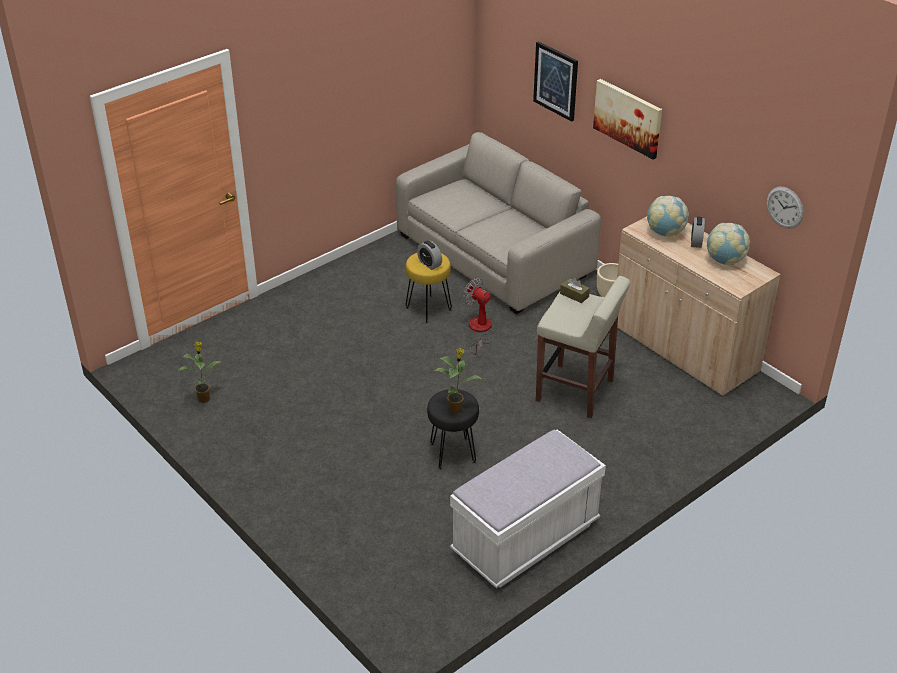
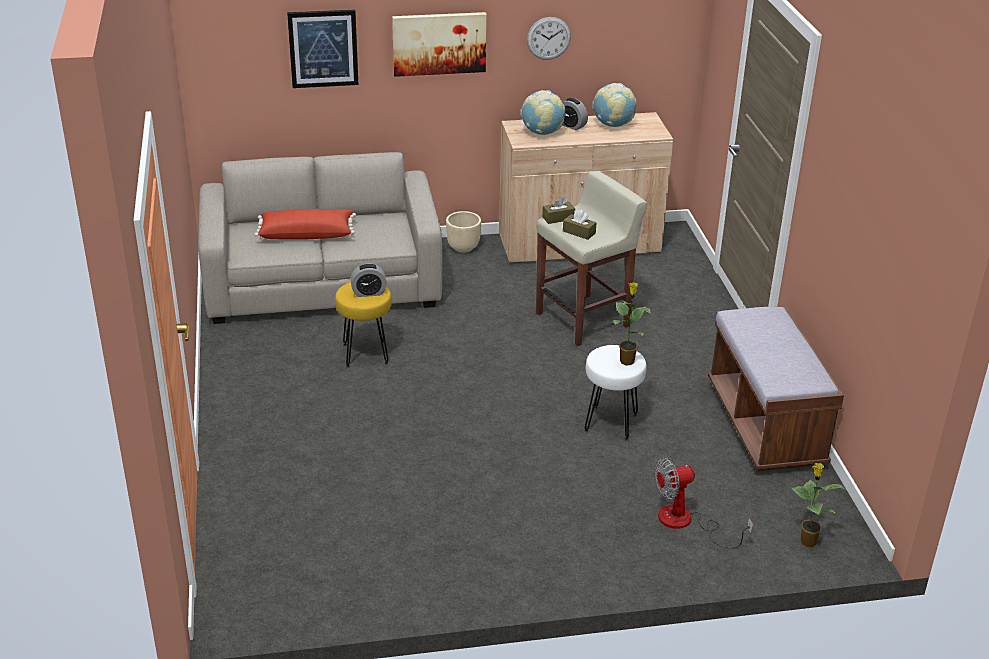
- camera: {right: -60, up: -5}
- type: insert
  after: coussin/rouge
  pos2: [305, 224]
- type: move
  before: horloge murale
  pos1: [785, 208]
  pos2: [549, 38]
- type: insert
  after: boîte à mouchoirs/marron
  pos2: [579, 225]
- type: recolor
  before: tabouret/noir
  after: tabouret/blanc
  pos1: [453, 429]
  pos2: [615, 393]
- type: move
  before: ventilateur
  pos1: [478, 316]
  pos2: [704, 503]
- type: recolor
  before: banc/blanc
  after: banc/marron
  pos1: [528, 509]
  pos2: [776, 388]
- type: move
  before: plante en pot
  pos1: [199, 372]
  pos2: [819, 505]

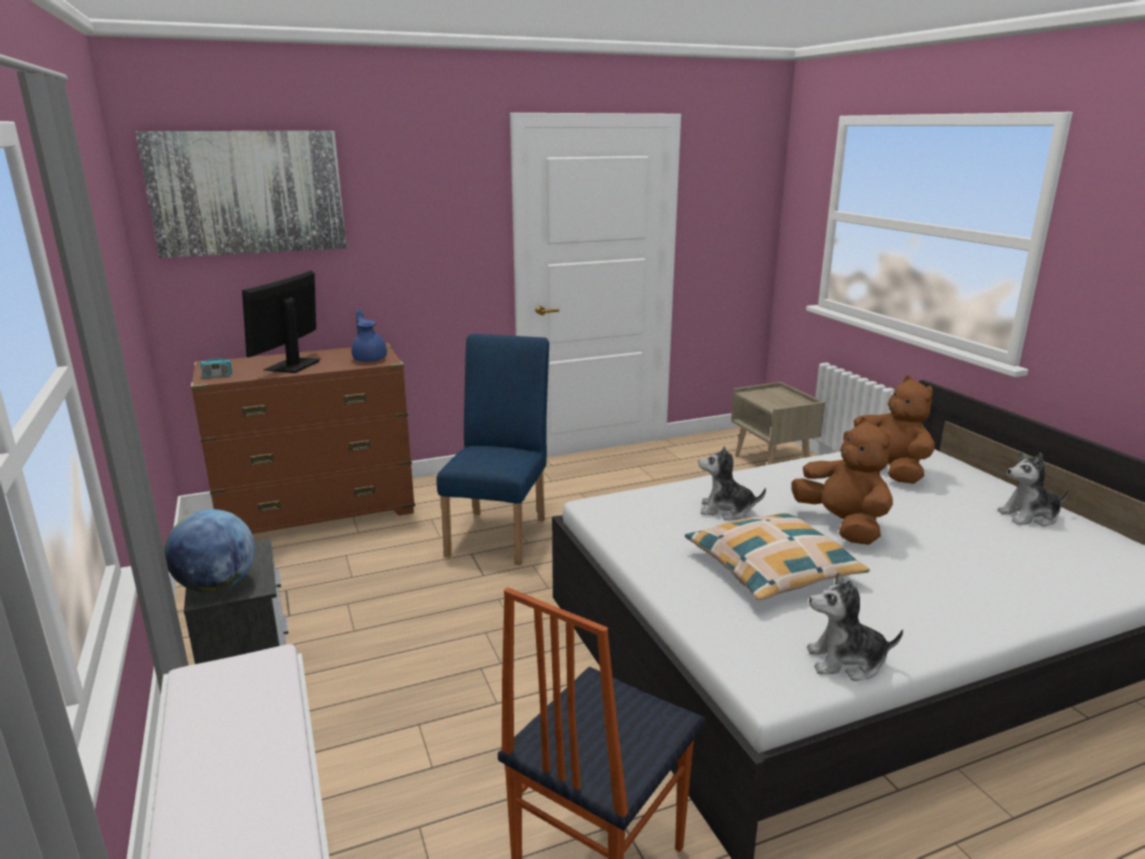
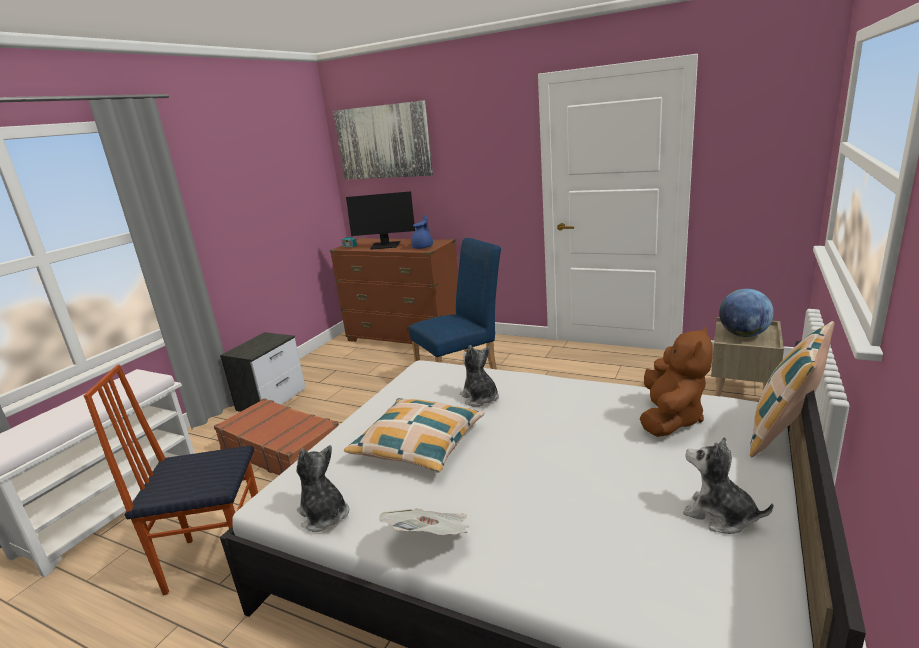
- camera: {right: 50, up: 0}
- type: insert
  after: valise/marron
  pos2: [276, 436]
- type: rotate
  before: écran d'ordinateur
  pos1: [282, 321]
  pos2: [380, 220]
  turn: -150
- type: insert
  after: journal
  pos2: [424, 521]
- type: move
  before: globe
  pos1: [209, 551]
  pos2: [746, 313]
- type: insert
  after: coussin
  pos2: [792, 389]
- type: delete
  before: peluche/marron
  pos1: [842, 481]

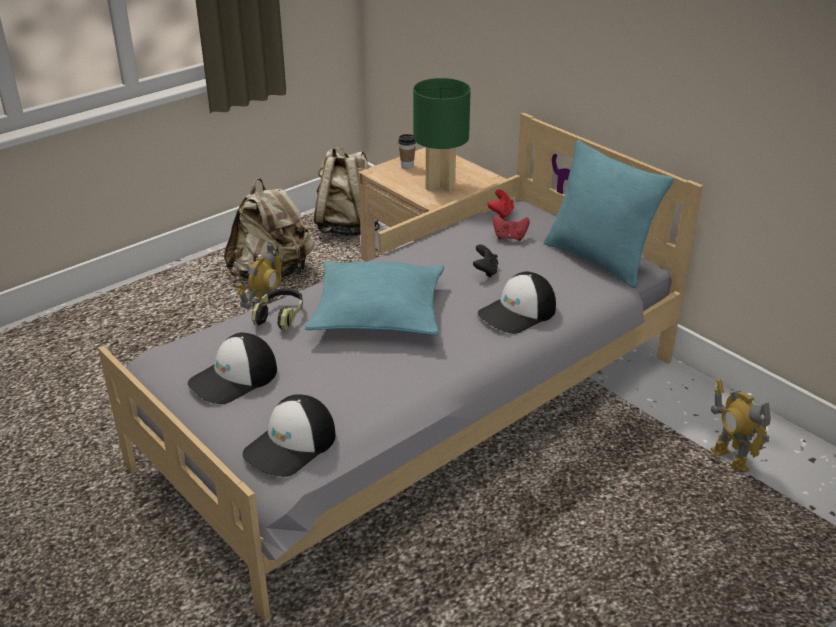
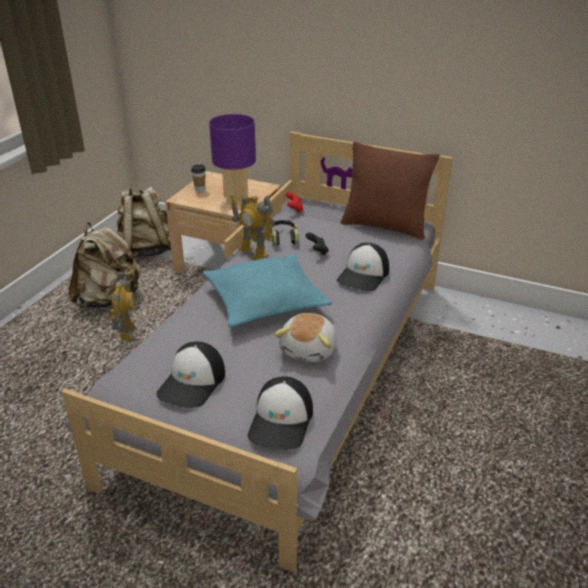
- camera: {right: -25, up: 0}
- type: recolor
  before: lampe de table/vert
  after: lampe de table/violet
  pos1: [442, 135]
  pos2: [232, 159]
- type: move
  before: robot jouet
  pos1: [741, 425]
  pos2: [252, 227]
- type: move
  before: casque audio
  pos1: [277, 309]
  pos2: [285, 233]
- type: insert
  after: peluche
  pos2: [305, 337]
- type: recolor
  before: coussin/turquoise
  after: coussin/marron
  pos1: [608, 214]
  pos2: [390, 191]
- type: delete
  before: manette/rouge
  pos1: [511, 228]

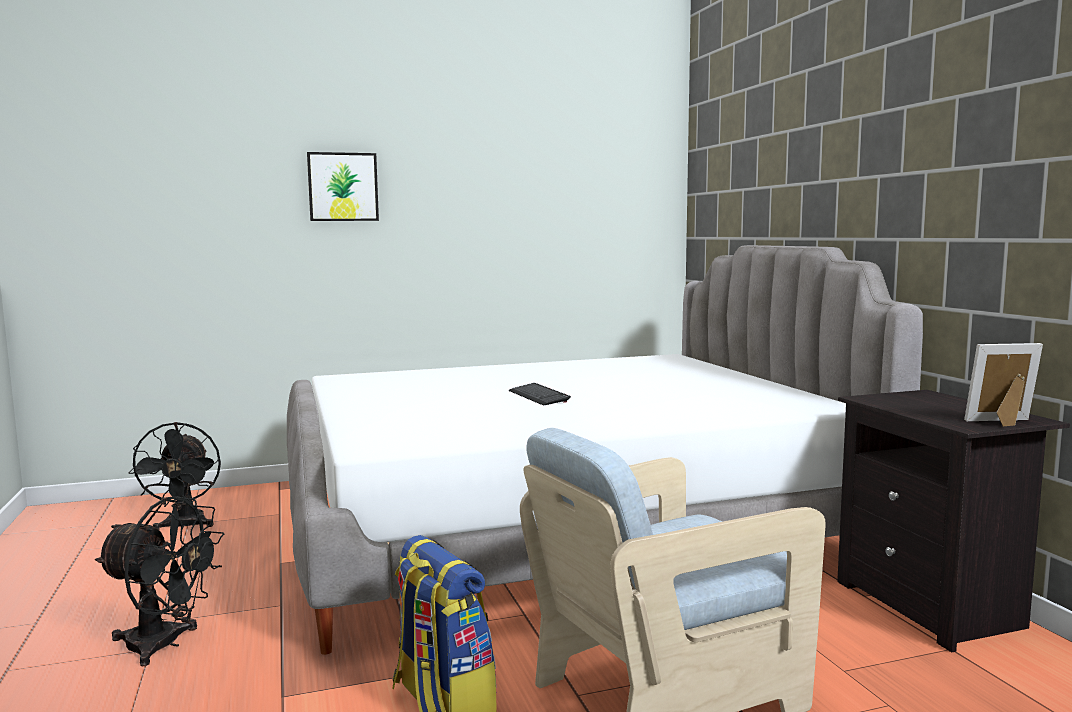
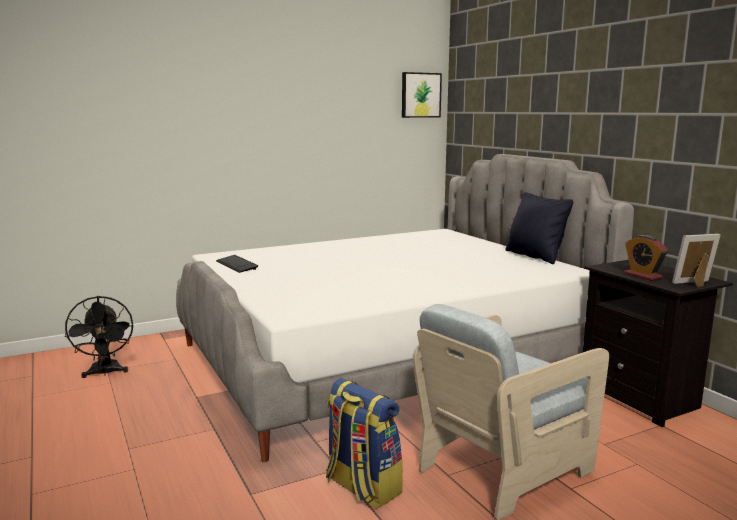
- camera: {right: -10, up: 5}
- type: move
  before: clavier
  pos1: [540, 394]
  pos2: [237, 264]
- type: move
  before: tableau
  pos1: [343, 186]
  pos2: [422, 95]
- type: insert
  after: coussin/noir
  pos2: [539, 228]
- type: insert
  after: réveil
  pos2: [646, 258]
- type: delete
  before: ventilateur/noir
  pos1: [159, 581]

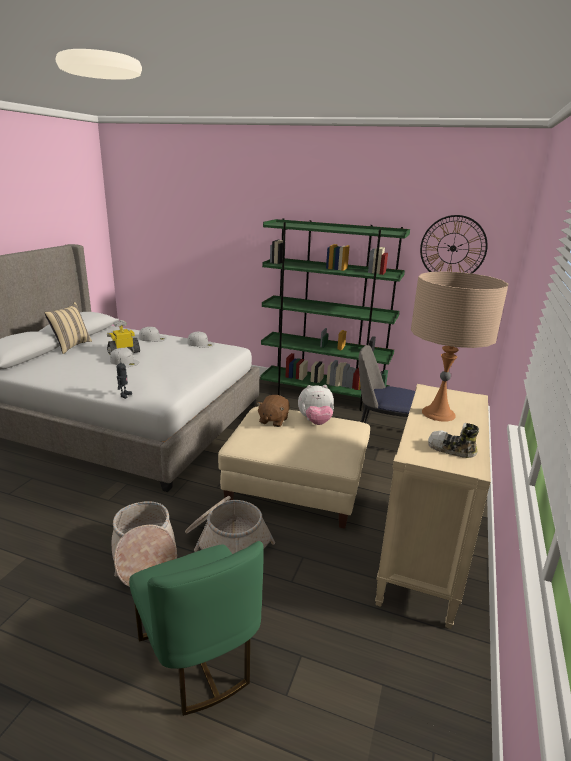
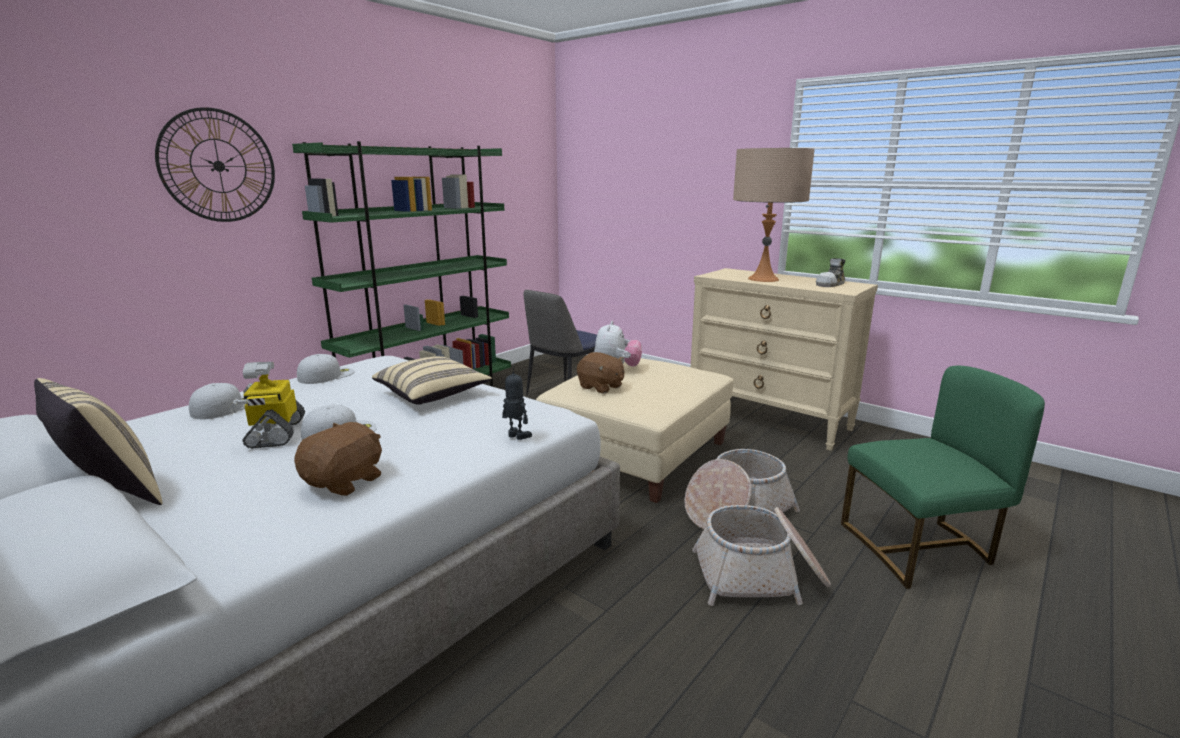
- camera: {right: -70, up: -5}
- type: move
  before: horloge murale
  pos1: [454, 244]
  pos2: [215, 164]
- type: insert
  after: peluche/marron
  pos2: [338, 459]
- type: insert
  after: coussin/beige
  pos2: [432, 380]

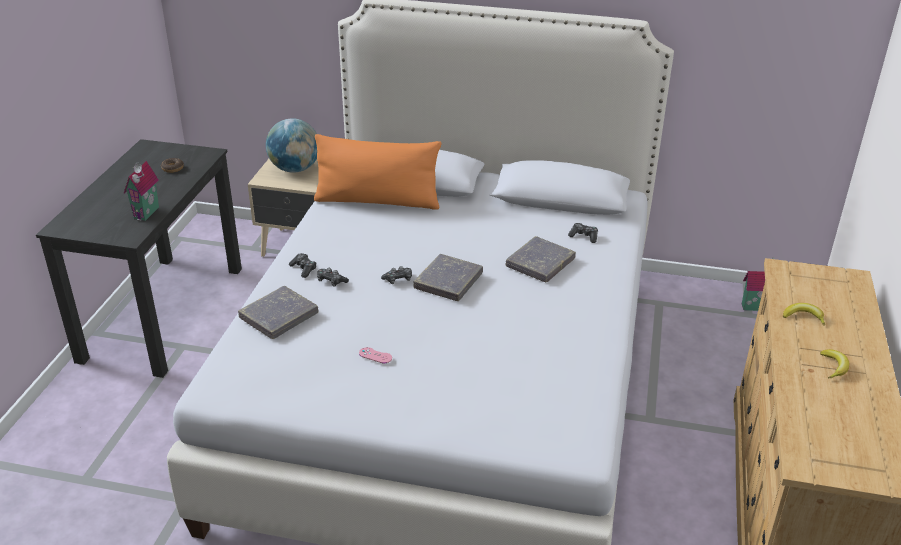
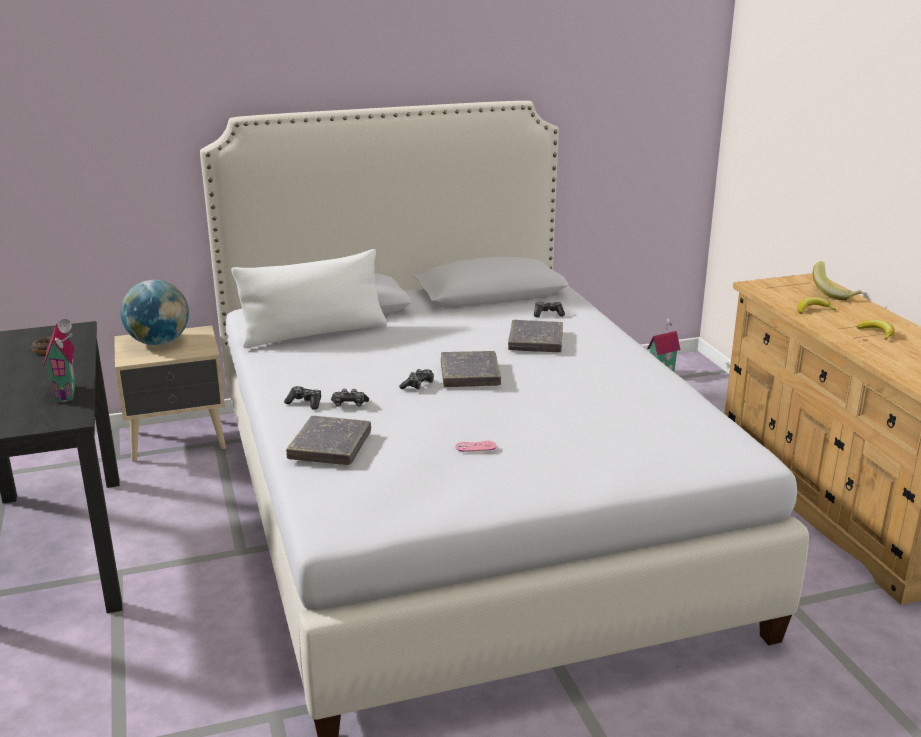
- camera: {right: -30, up: -10}
- type: recolor
  before: coussin/orange
  after: coussin/blanc
  pos1: [378, 172]
  pos2: [309, 298]
- type: insert
  after: banane
  pos2: [838, 280]

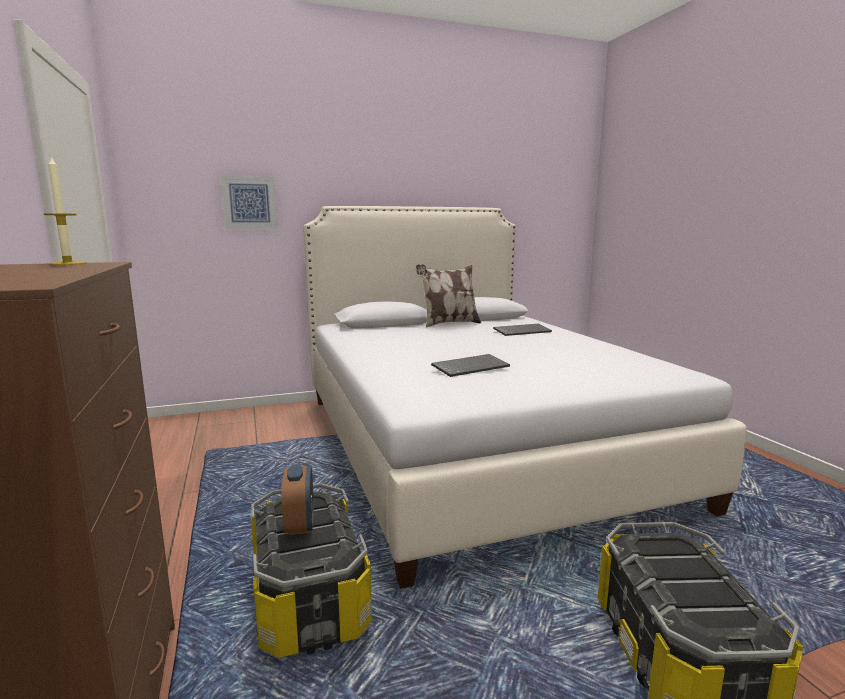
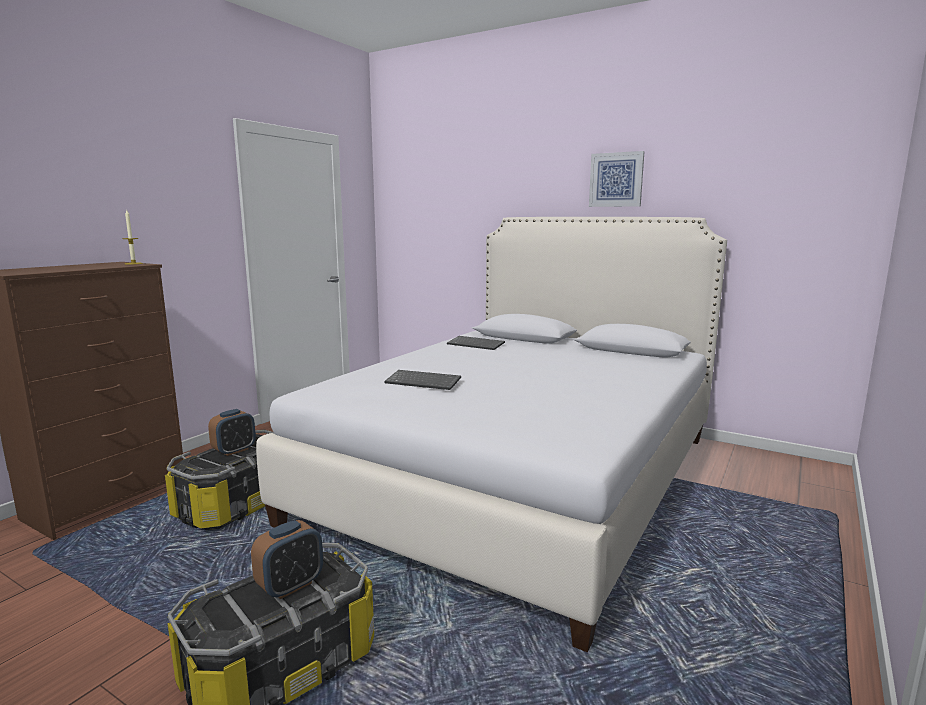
- camera: {right: 50, up: 0}
- type: insert
  after: réveil
  pos2: [287, 559]
- type: move
  before: clavier
  pos1: [522, 330]
  pos2: [476, 343]
- type: move
  before: tableau
  pos1: [248, 202]
  pos2: [617, 179]
- type: delete
  before: coussin
  pos1: [448, 296]

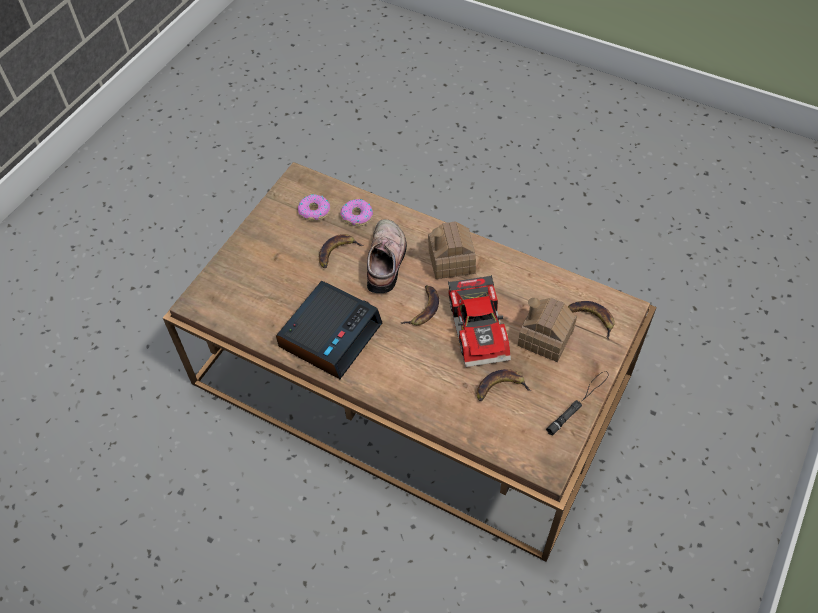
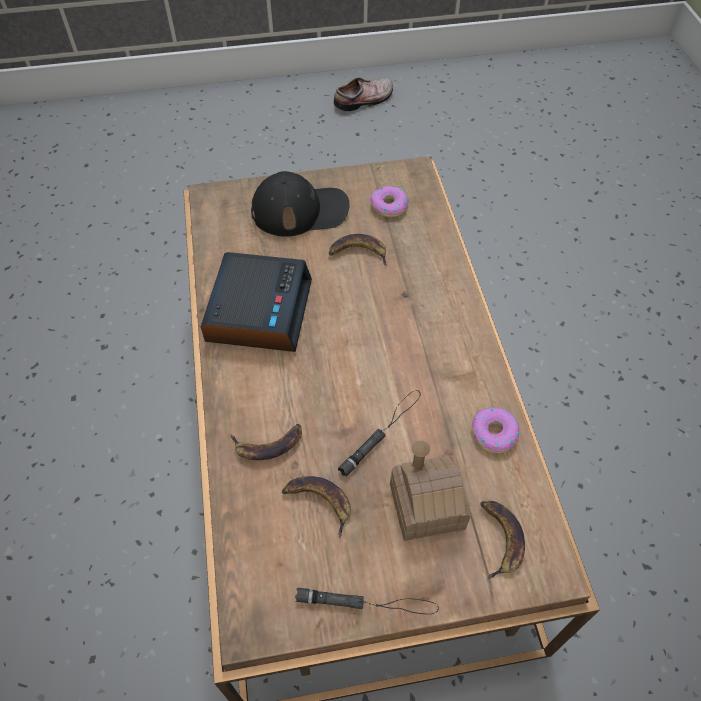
- camera: {right: 50, up: 0}
- type: rotate
  before: réveil
  pos1: [329, 330]
  pos2: [256, 302]
  turn: -75
- type: move
  before: banane
  pos1: [420, 305]
  pos2: [266, 442]
- type: insert
  after: casquette/noir
  pos2: [300, 204]
- type: move
  before: chaussure
  pos1: [387, 256]
  pos2: [363, 94]
- type: replace
  before: petite voiture
  after: lampe de poche/noir
  pos1: [479, 321]
  pos2: [379, 433]
- type: move
  before: beignet
  pos1: [356, 212]
  pos2: [495, 430]
- type: delete
  before: maison miniature
  pos1: [452, 250]

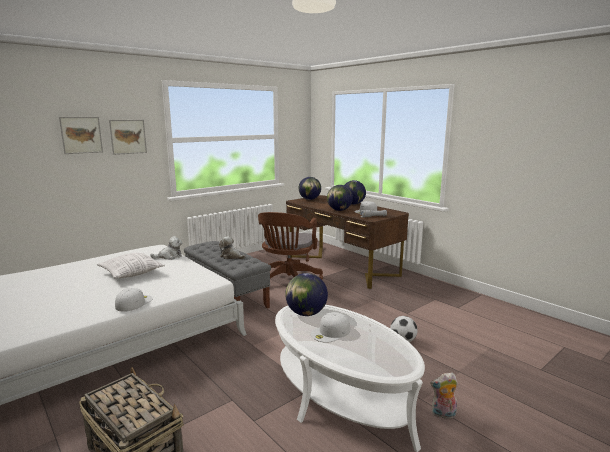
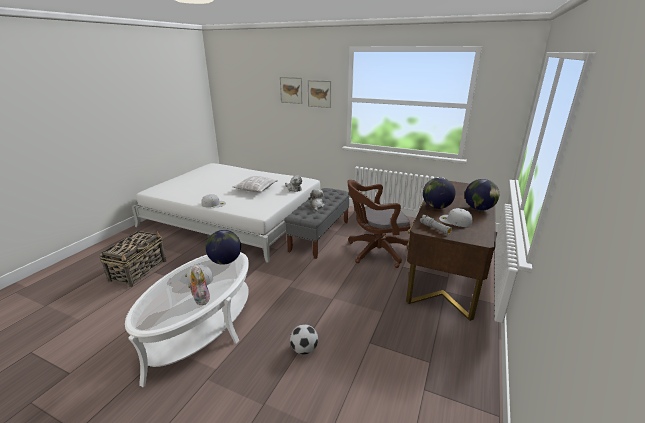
- camera: {right: 65, up: 10}
- type: move
  before: peluche
  pos1: [444, 397]
  pos2: [199, 285]
- type: delete
  before: globe
  pos1: [310, 188]

